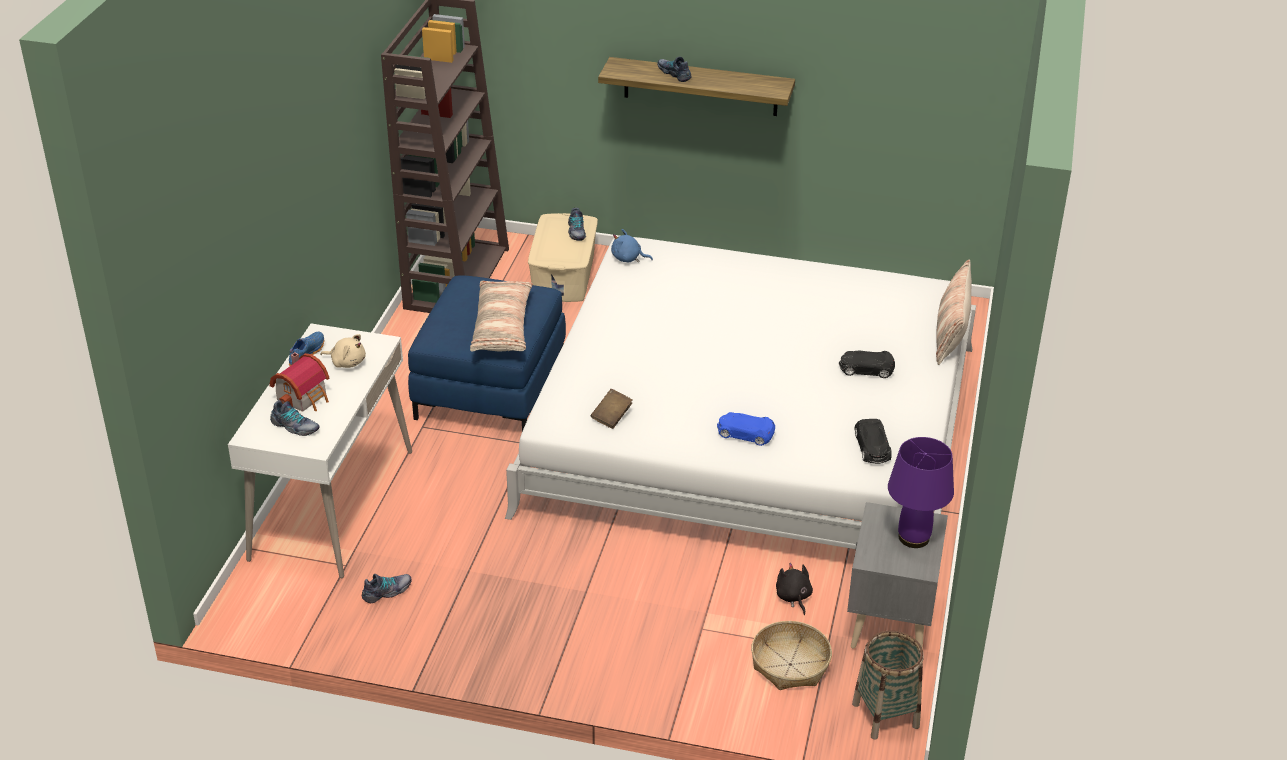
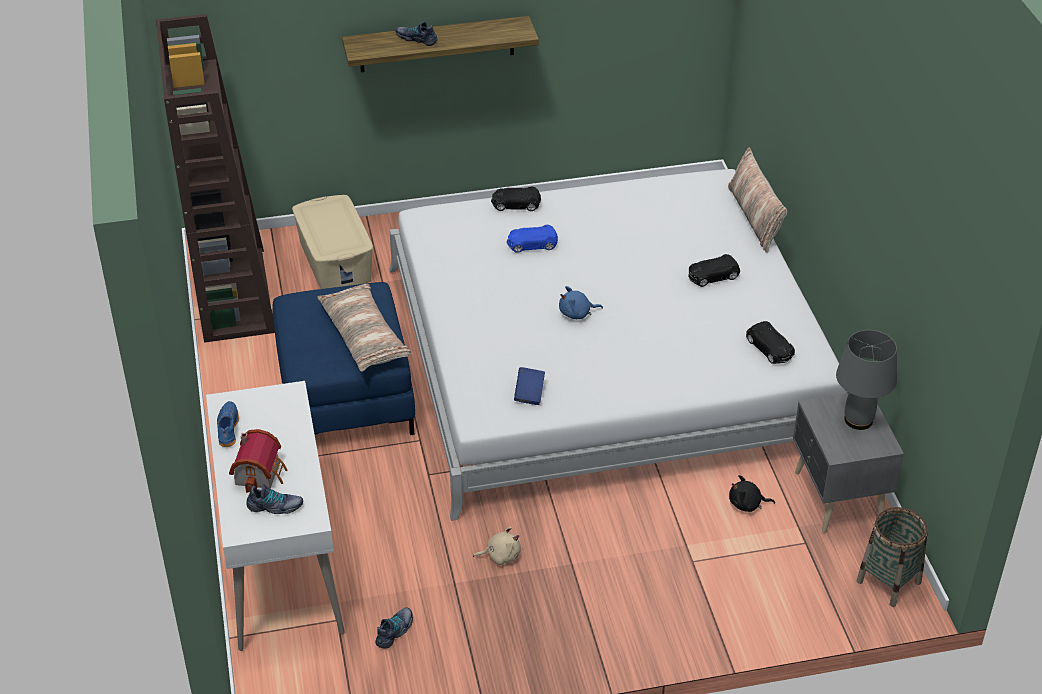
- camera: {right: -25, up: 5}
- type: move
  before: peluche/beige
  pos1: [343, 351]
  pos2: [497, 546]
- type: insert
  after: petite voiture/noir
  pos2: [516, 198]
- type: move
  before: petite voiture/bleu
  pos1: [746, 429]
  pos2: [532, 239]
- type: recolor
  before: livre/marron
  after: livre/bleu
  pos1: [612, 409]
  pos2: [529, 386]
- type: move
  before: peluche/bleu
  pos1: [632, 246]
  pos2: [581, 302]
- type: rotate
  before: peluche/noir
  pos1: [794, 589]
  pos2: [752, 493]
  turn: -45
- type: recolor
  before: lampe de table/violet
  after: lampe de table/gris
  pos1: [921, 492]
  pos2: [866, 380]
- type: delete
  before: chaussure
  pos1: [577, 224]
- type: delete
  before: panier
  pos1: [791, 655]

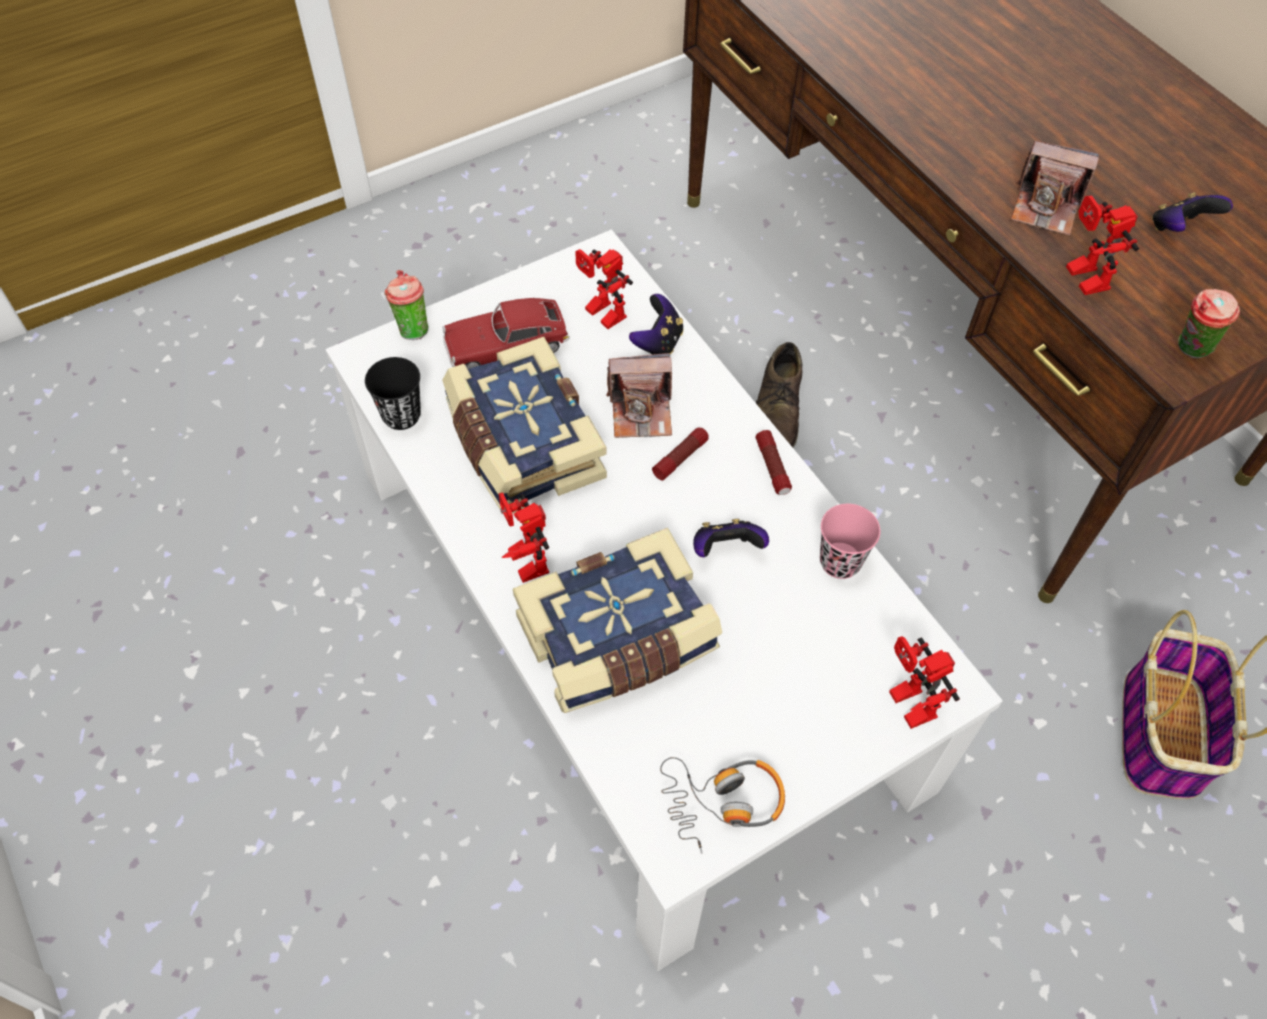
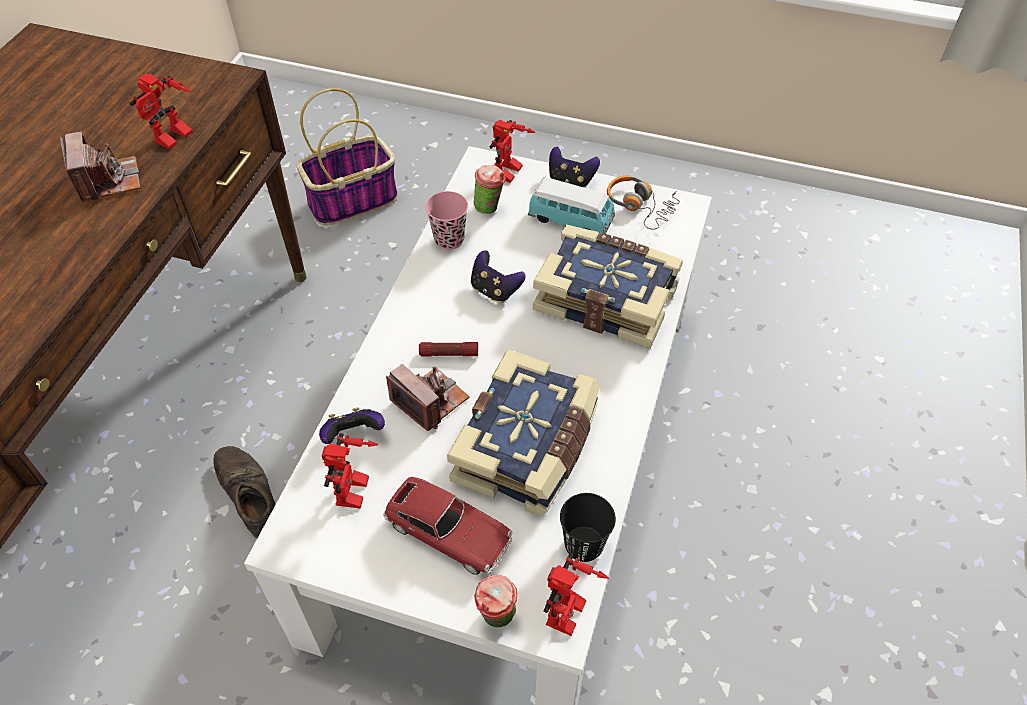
- camera: {right: -130, up: -5}
- type: rotate
  before: chaussure/marron
  pos1: [779, 394]
  pos2: [244, 492]
  turn: -90
- type: move
  before: tasse
  pos1: [1209, 323]
  pos2: [490, 189]
- type: insert
  after: petite voiture
  pos2: [571, 206]
- type: move
  before: robot jouet
  pos1: [524, 538]
  pos2: [576, 594]
- type: move
  before: manette
  pos1: [1192, 212]
  pos2: [574, 167]
- type: delete
  before: lampe de poche
  pos1: [773, 462]

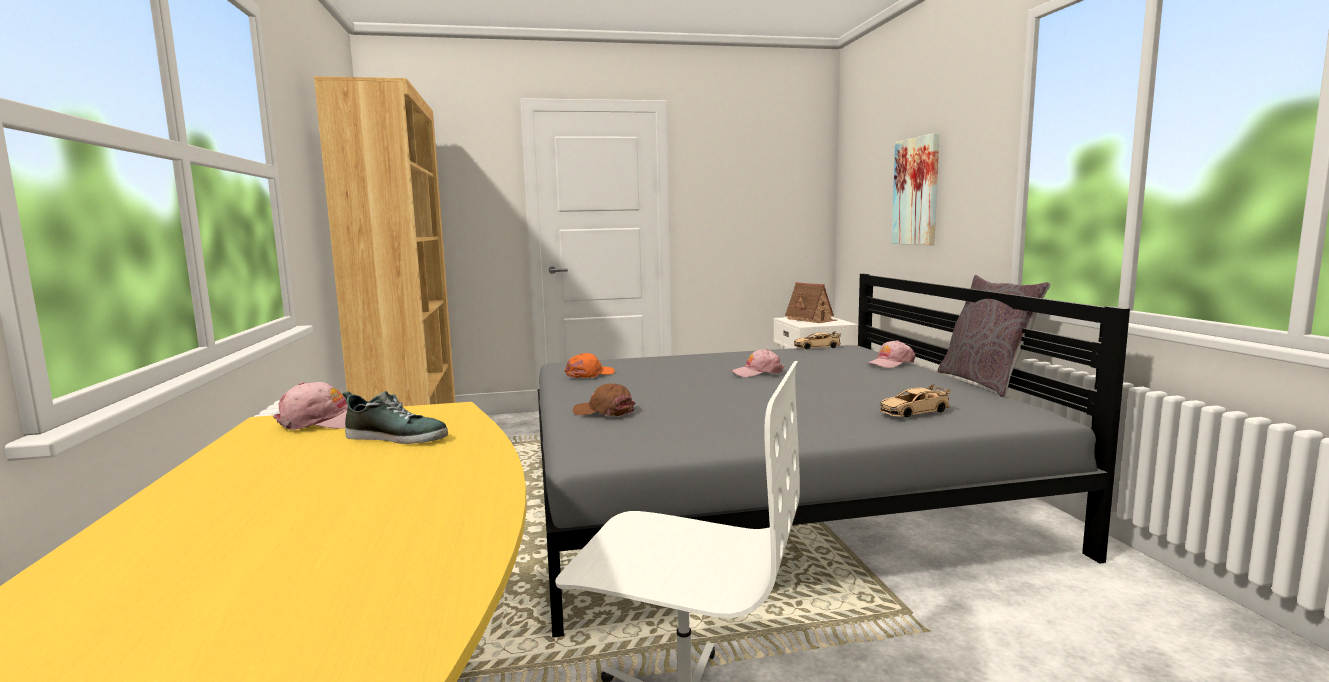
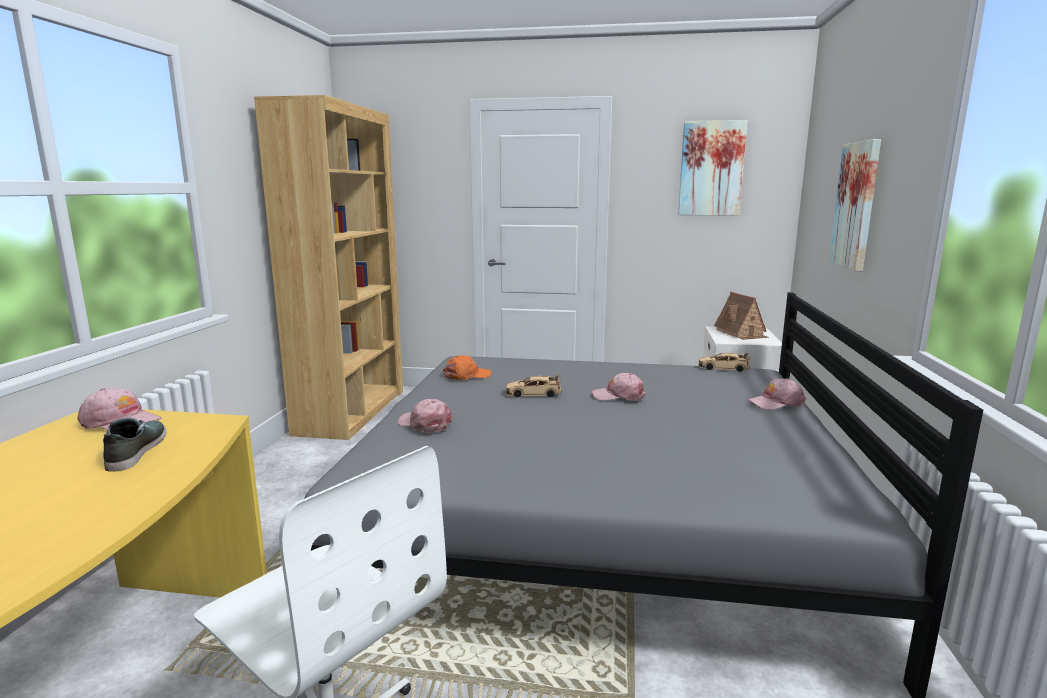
- camera: {right: 20, up: 5}
- type: rotate
  before: chaussure
  pos1: [395, 417]
  pos2: [134, 445]
  turn: -135
- type: recolor
  before: casquette/marron
  after: casquette/rose
  pos1: [604, 400]
  pos2: [425, 416]
- type: move
  before: petite voiture/beige
  pos1: [915, 401]
  pos2: [534, 386]
- type: insert
  after: tableau
  pos2: [712, 168]
- type: delete
  before: coussin/gris
  pos1: [993, 336]

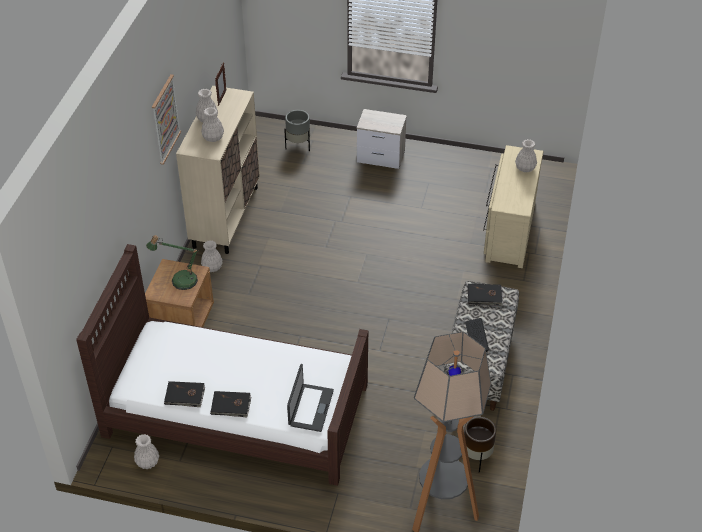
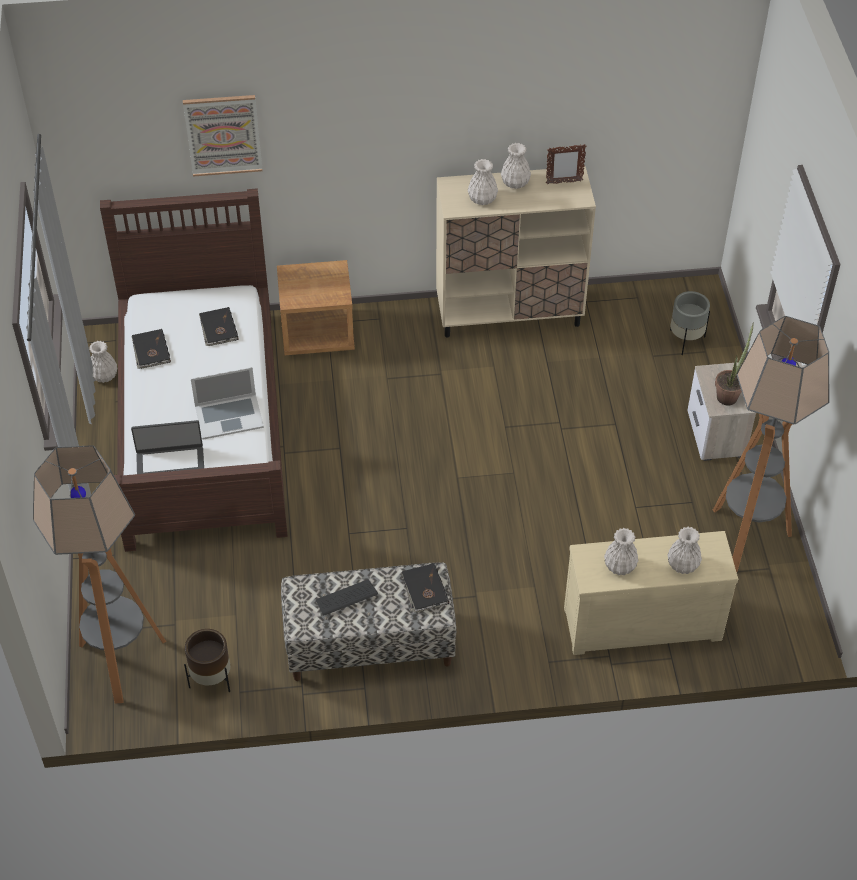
- camera: {right: 70, up: 5}
- type: move
  before: tableau
  pos1: [166, 119]
  pos2: [222, 135]
- type: insert
  after: ordinateur portable
  pos2: [227, 403]
- type: move
  before: livre/noir
  pos1: [230, 404]
  pos2: [219, 326]
- type: move
  before: vase/blanc
  pos1: [212, 256]
  pos2: [621, 551]
- type: insert
  after: lampadaire
  pos2: [771, 444]
- type: insert
  after: plante en pot
  pos2: [734, 364]
- type: delete
  before: lampe de table
  pos1: [172, 262]

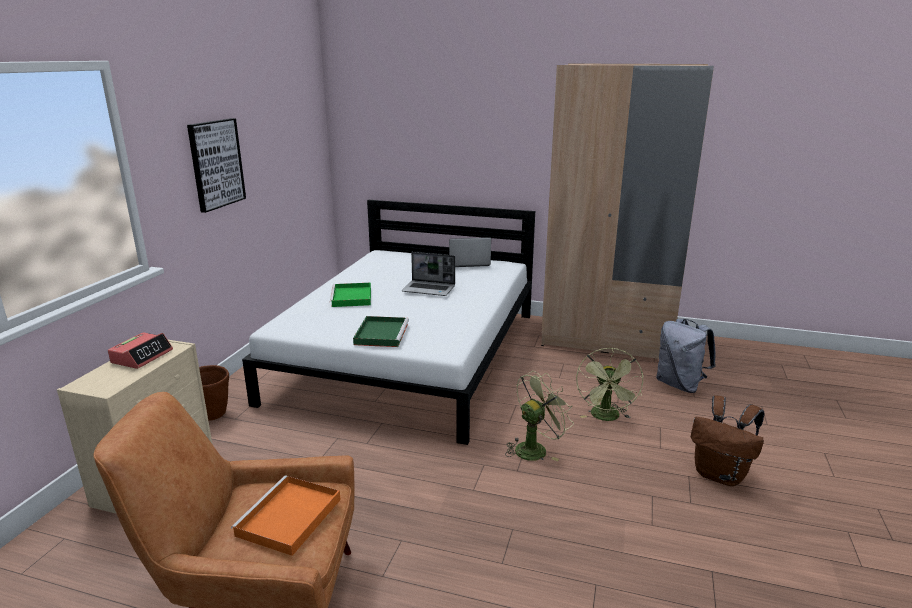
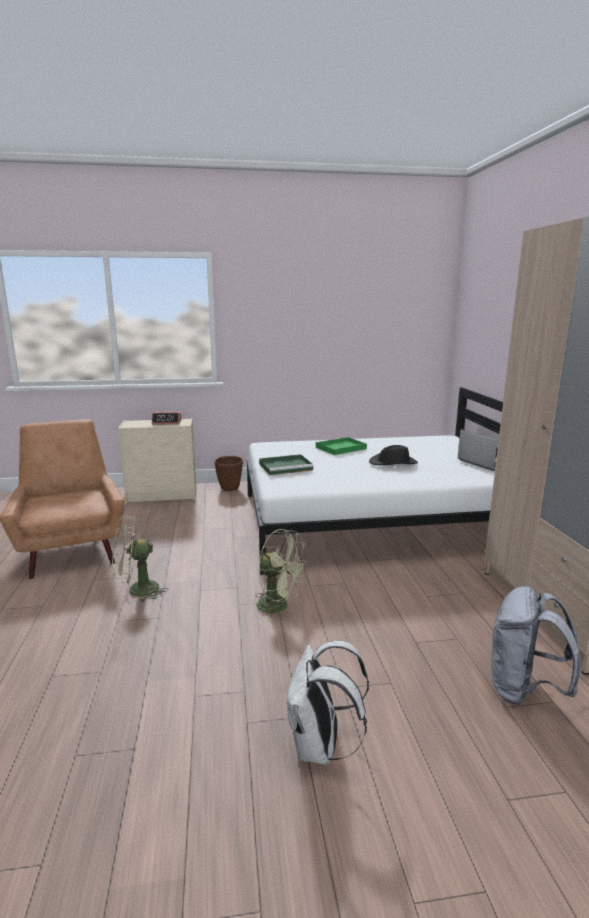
- camera: {right: 65, up: -5}
- type: move
  before: ventilateur/vert
  pos1: [610, 384]
  pos2: [140, 559]
- type: recolor
  before: sac à dos/marron
  after: sac à dos/blanc
  pos1: [727, 441]
  pos2: [327, 703]
- type: replace
  before: ordinateur portable
  after: chapeau/noir
  pos1: [428, 274]
  pos2: [393, 455]
- type: delete
  before: tableau
  pos1: [216, 165]
- type: delete
  before: plateau/orange
  pos1: [286, 515]

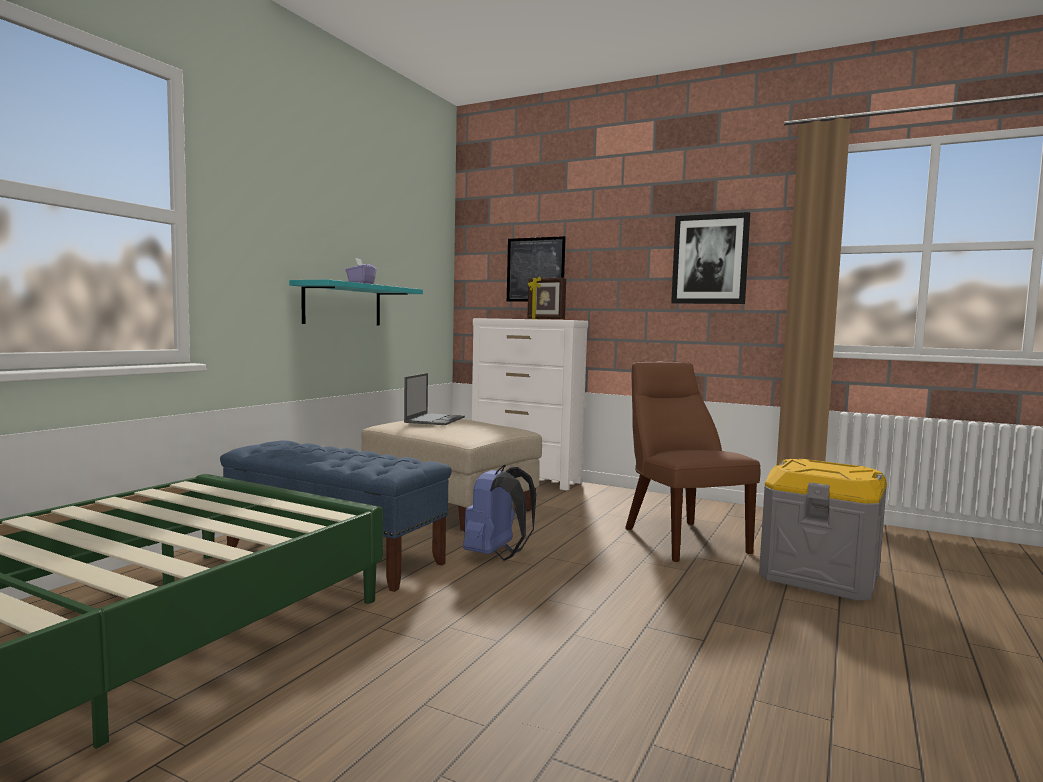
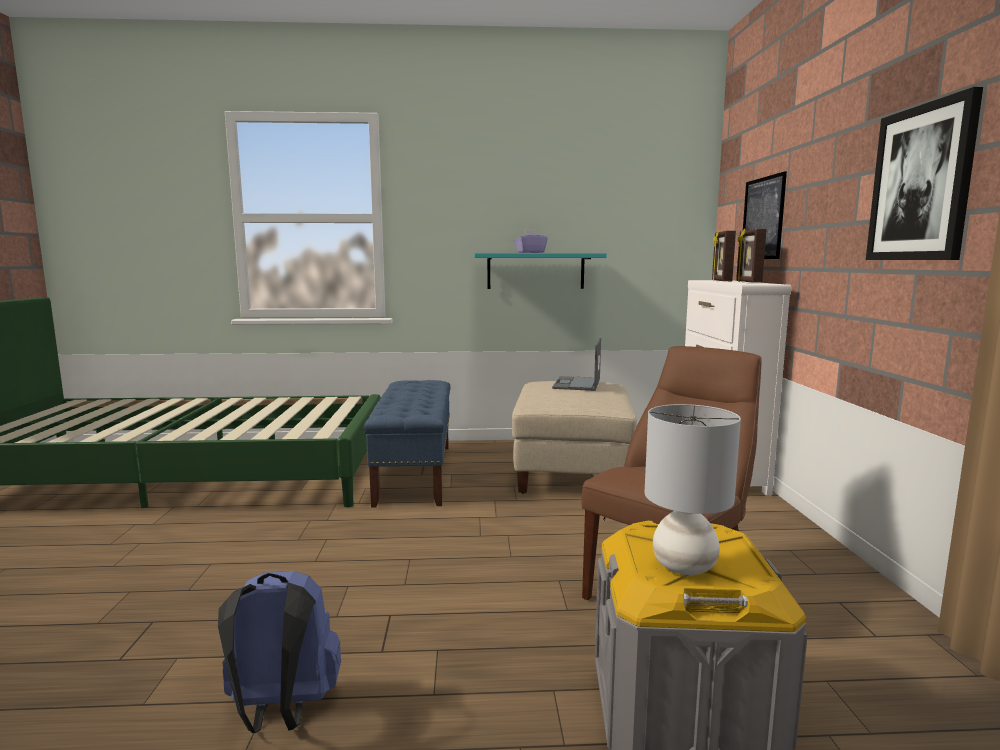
- camera: {right: 60, up: 5}
- type: move
  before: sac à dos/bleu
  pos1: [499, 512]
  pos2: [279, 652]
- type: rotate
  before: ordinateur portable
  pos1: [434, 399]
  pos2: [576, 364]
  turn: 120
- type: insert
  after: lampe de table/gris
  pos2: [692, 489]
- type: insert
  after: cadre photo
  pos2: [724, 256]

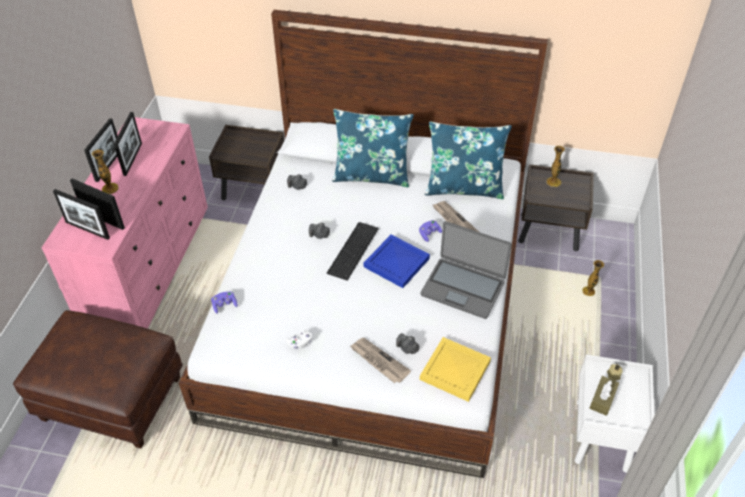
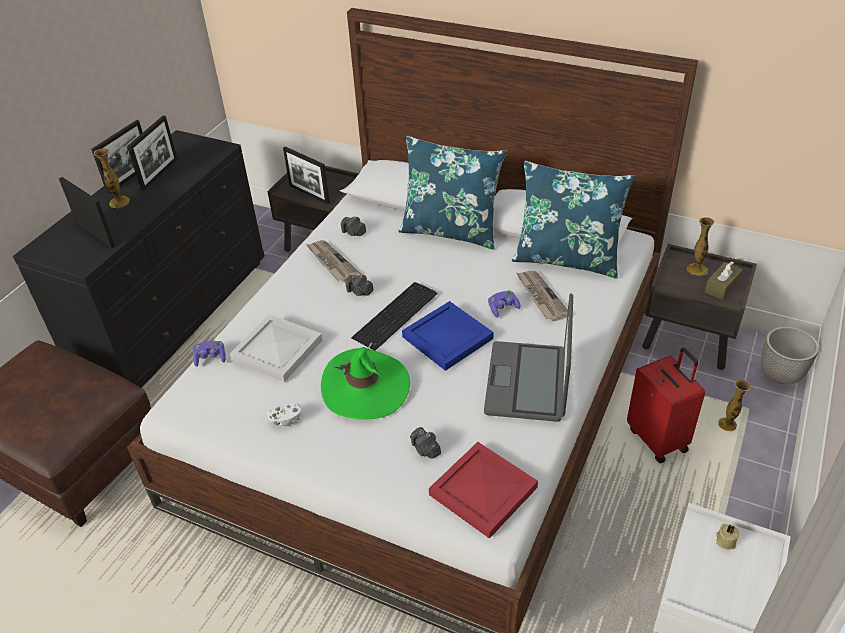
- camera: {right: 15, up: -5}
- type: recolor
  before: commode/rose
  after: commode/noir
  pos1: [125, 223]
  pos2: [139, 259]
- type: insert
  after: plateau/blanc
  pos2: [276, 348]
- type: move
  before: cadre photo
  pos1: [81, 214]
  pos2: [306, 175]
- type: move
  before: journal
  pos1: [380, 360]
  pos2: [333, 261]
- type: insert
  after: chapeau/vert
  pos2: [365, 380]
- type: recolor
  before: plateau/jaune
  after: plateau/rouge
  pos1: [455, 369]
  pos2: [483, 490]
- type: rotate
  before: ordinateur portable
  pos1: [466, 270]
  pos2: [528, 357]
  turn: 60
- type: insert
  after: valise/rouge
  pos2: [666, 405]
- type: move
  before: boîte à mouchoirs/marron
  pos1: [604, 396]
  pos2: [724, 280]
- type: insert
  after: cache-pot
  pos2: [789, 355]

